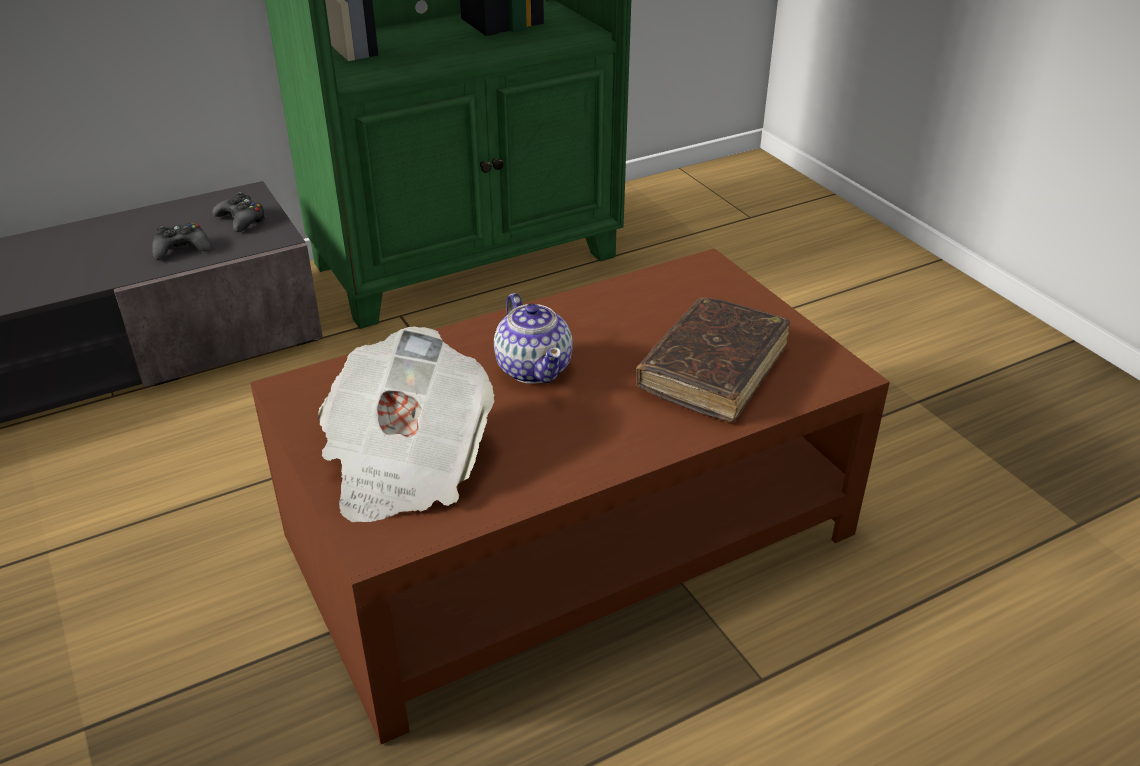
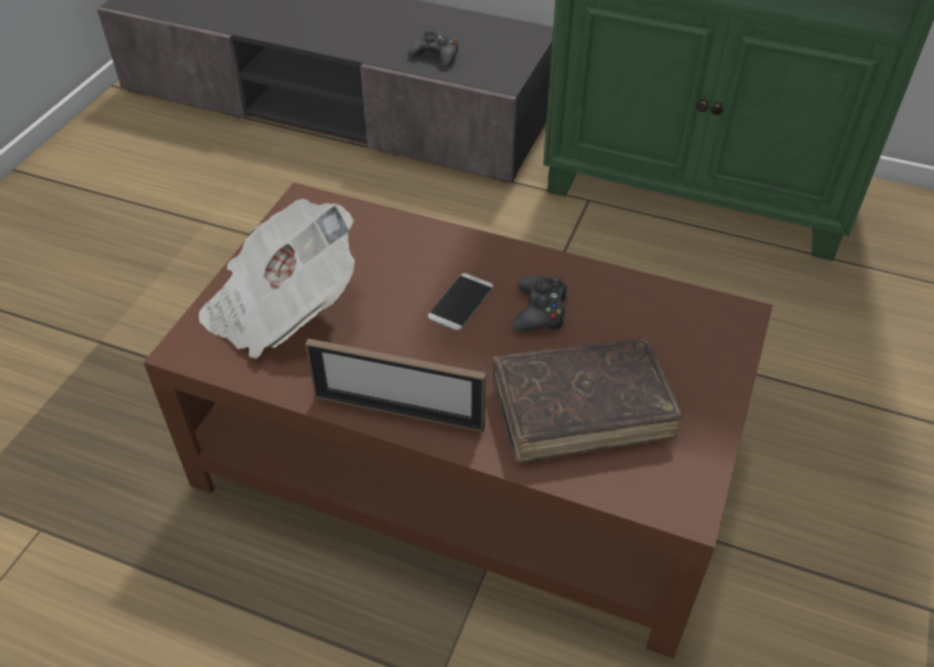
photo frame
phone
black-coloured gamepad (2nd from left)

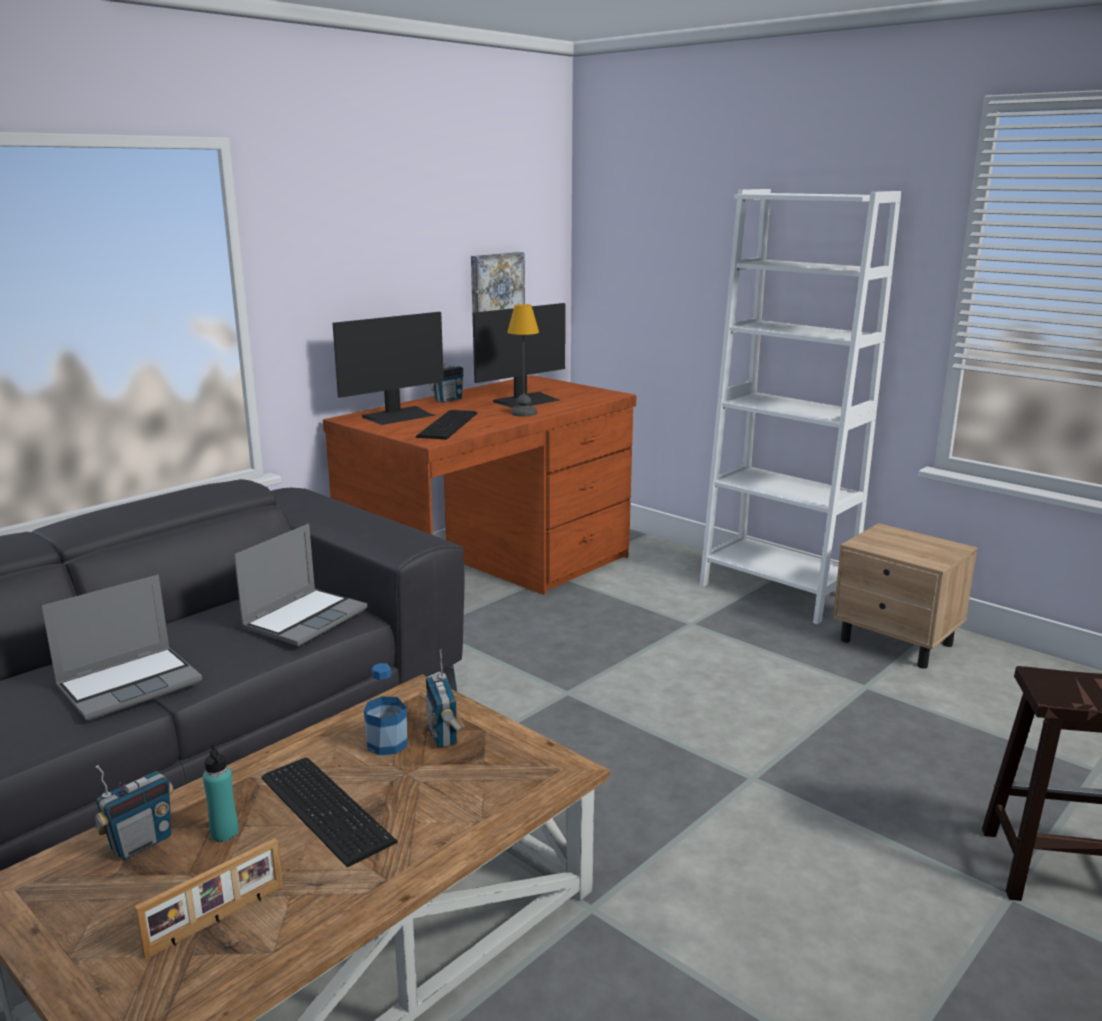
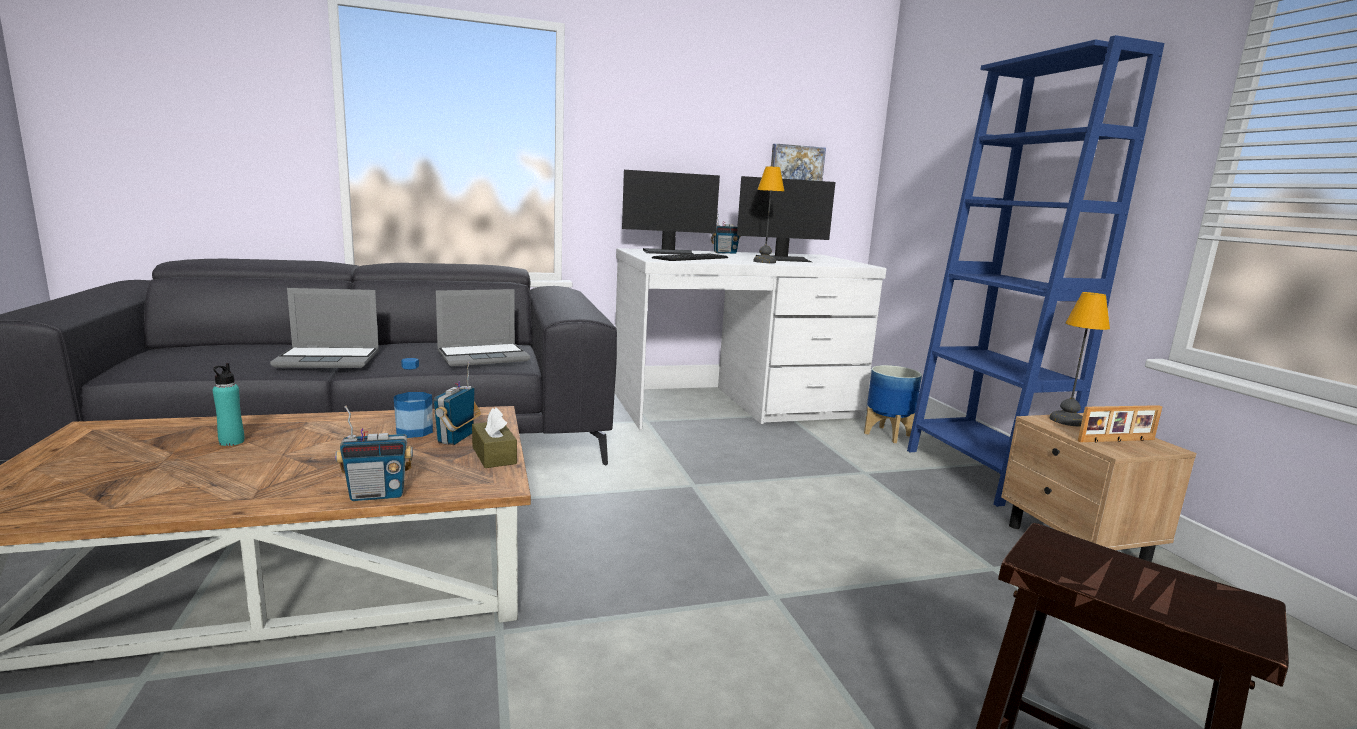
radio receiver (1st from left)
brown-coloured box of tissues
white-coloured desk unit
plant pot
bluish bookcase
lamp for a table (2nd from left)
photo frame
PC keyboard (1st from left in the first image)

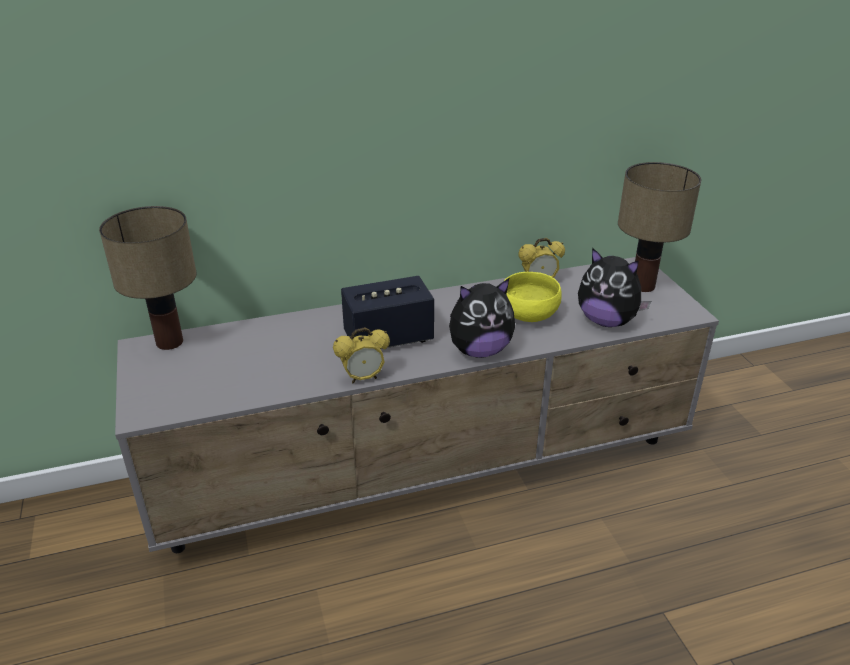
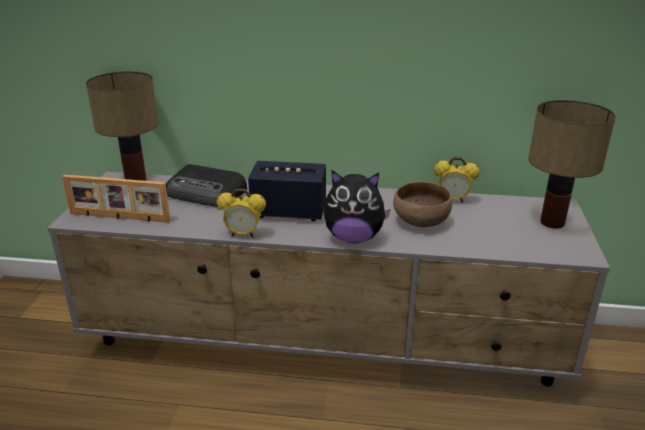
photo frame
radio receiver
brown-coloured serving bowl
cuddly toy (2nd from left in the first image)

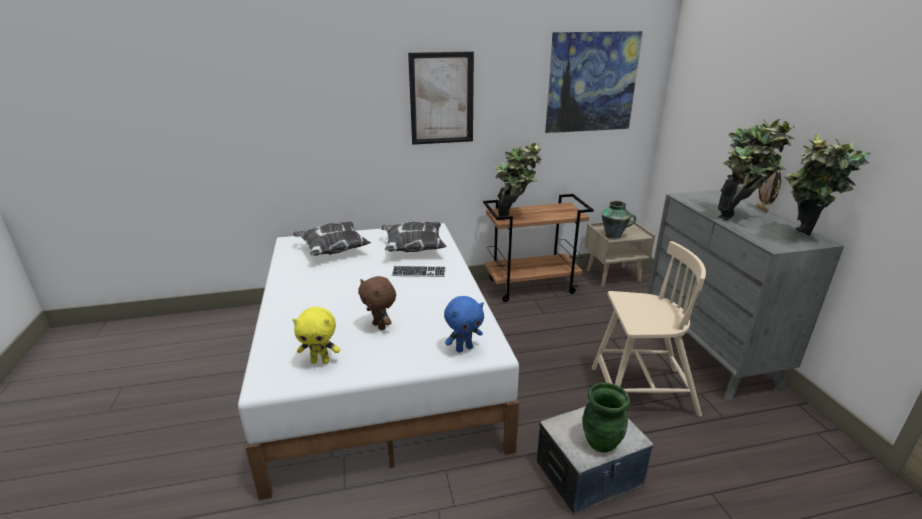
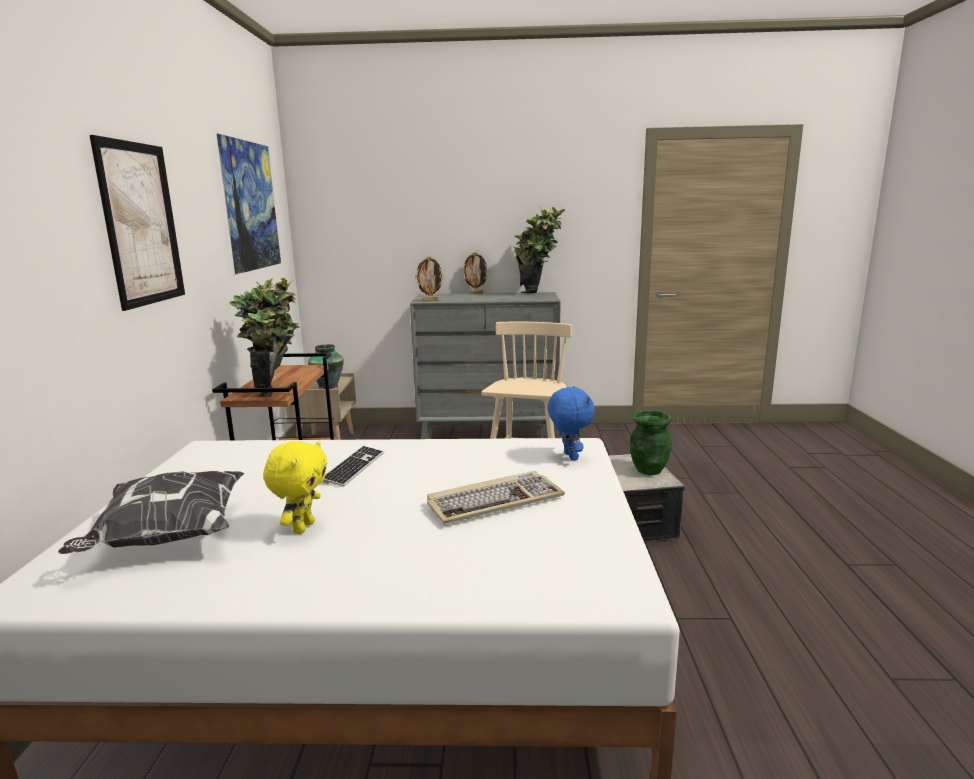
yellow cuddly toy
photo frame (1st from left)
PC keyboard (2nd from left)
throw pillow (2nd from left in the first image)
plant in a pot (2nd from left in the first image)

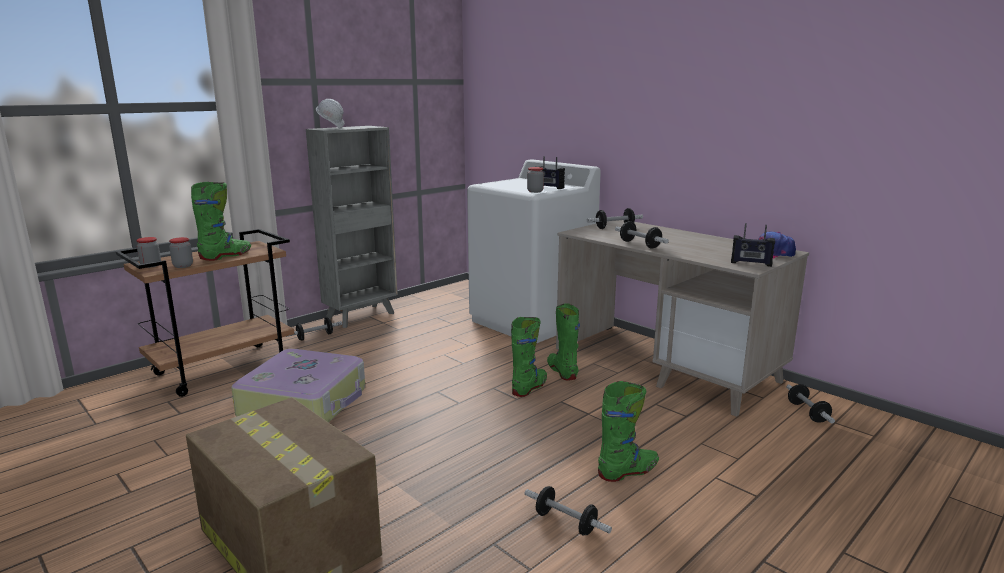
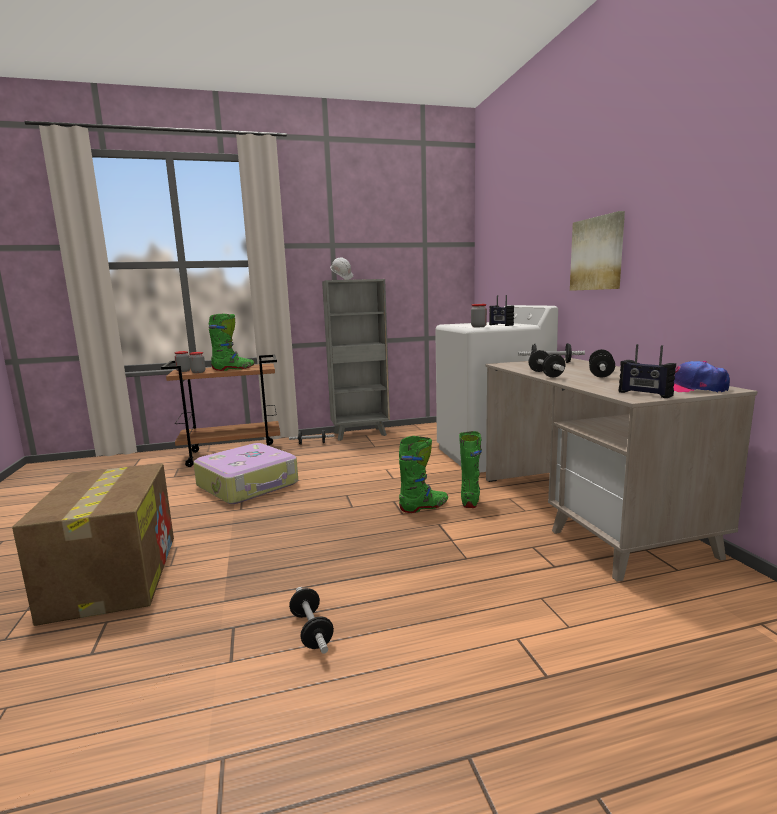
wall art
free weight (5th from left)
greenish high-top boot (4th from left in the first image)

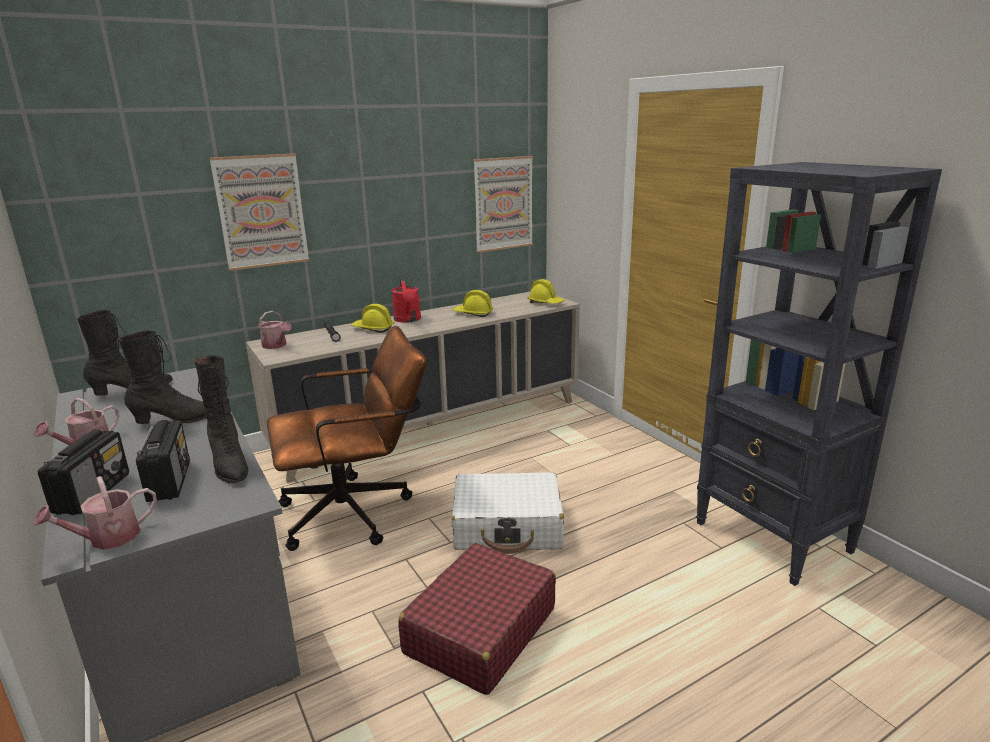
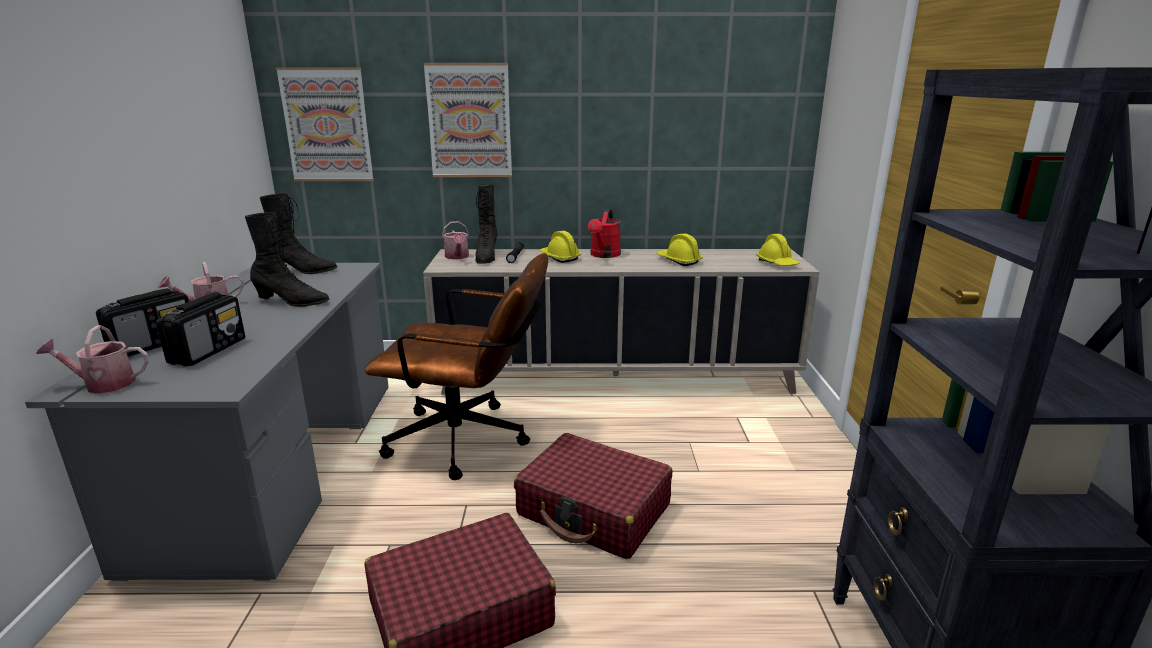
wall art (1st from left)
black-coloured high-top boot (3rd from left)
red-coloured suitcase (2nd from left)

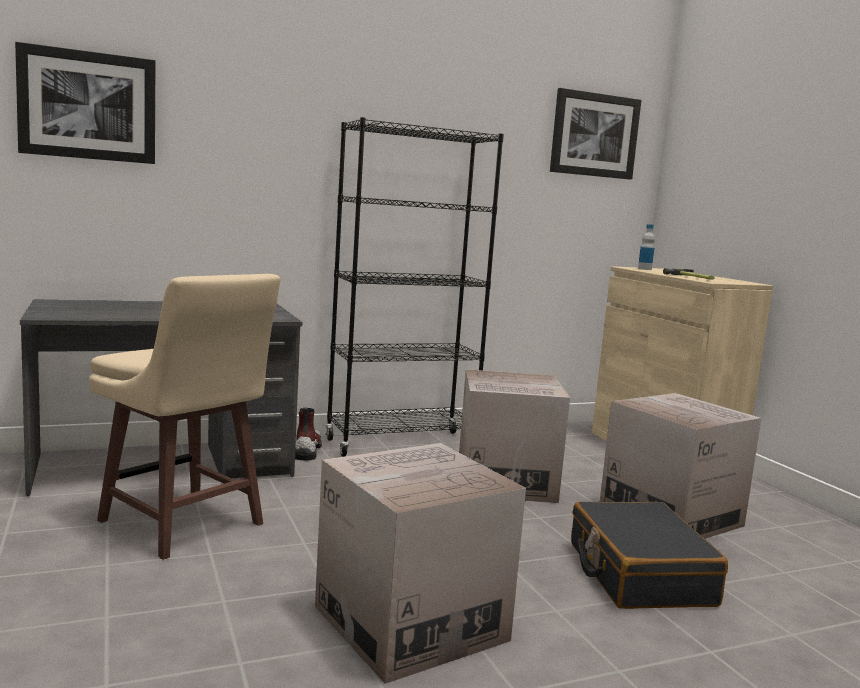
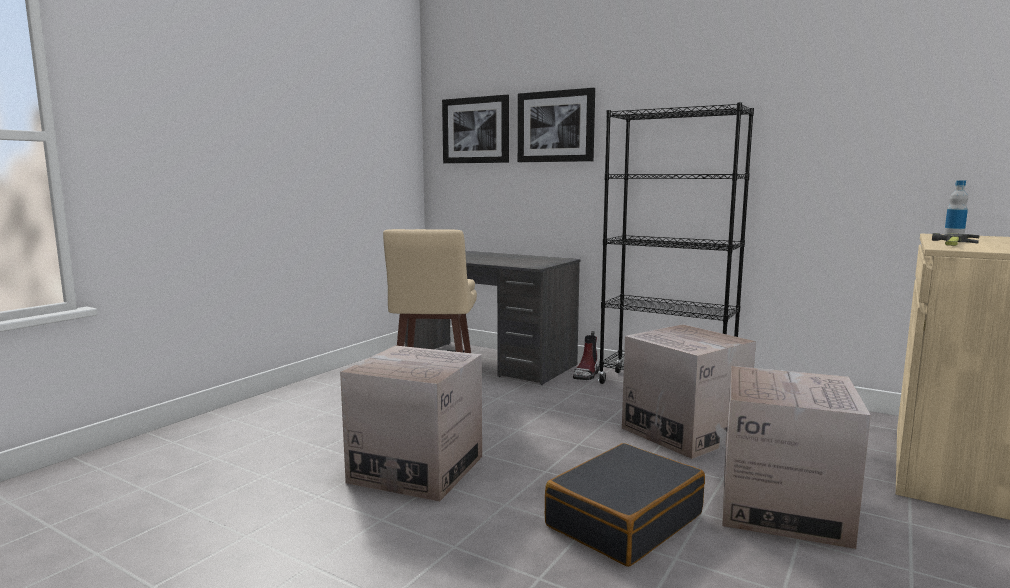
wall art (2nd from left)
high-top boot

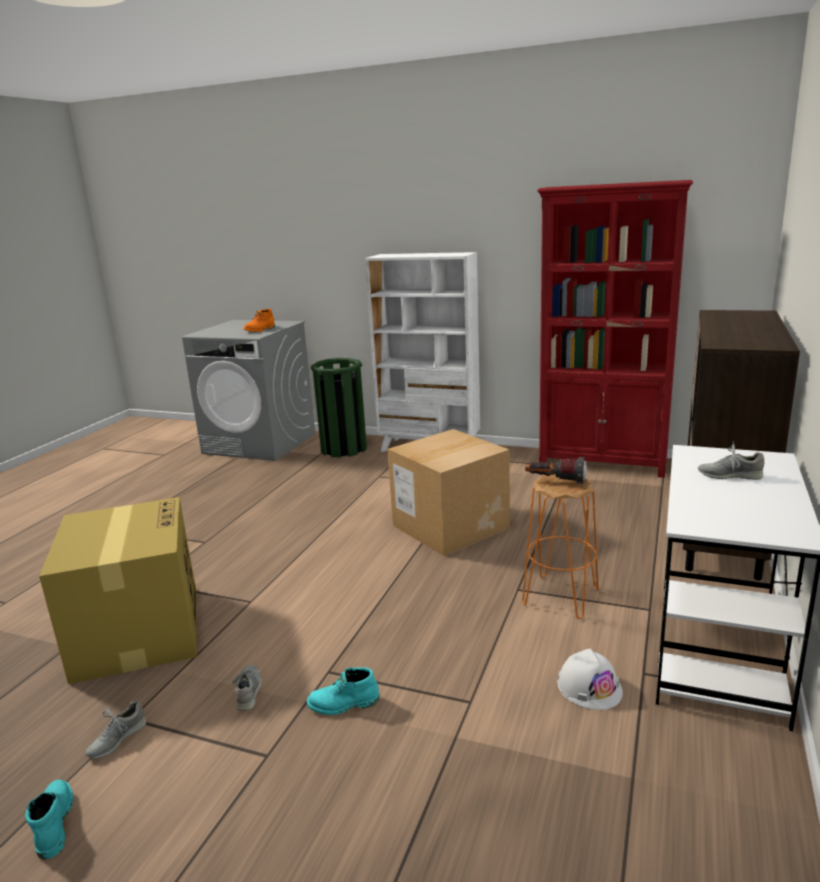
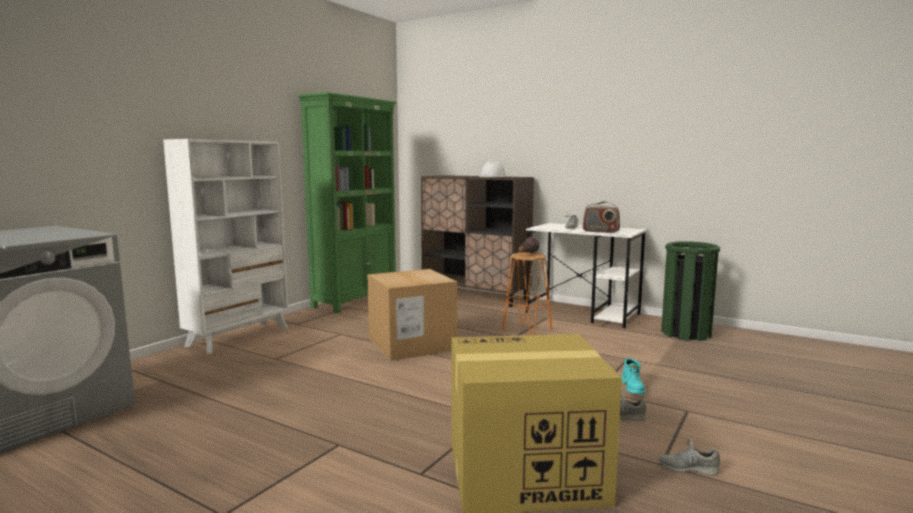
greenish bookcase
white-coloured safety helmet
radio receiver
gray item of footwear (3rd from left)
greenish trash can
blue-green high-top boot (1st from left in the first image)
orange-coloured high-top boot

